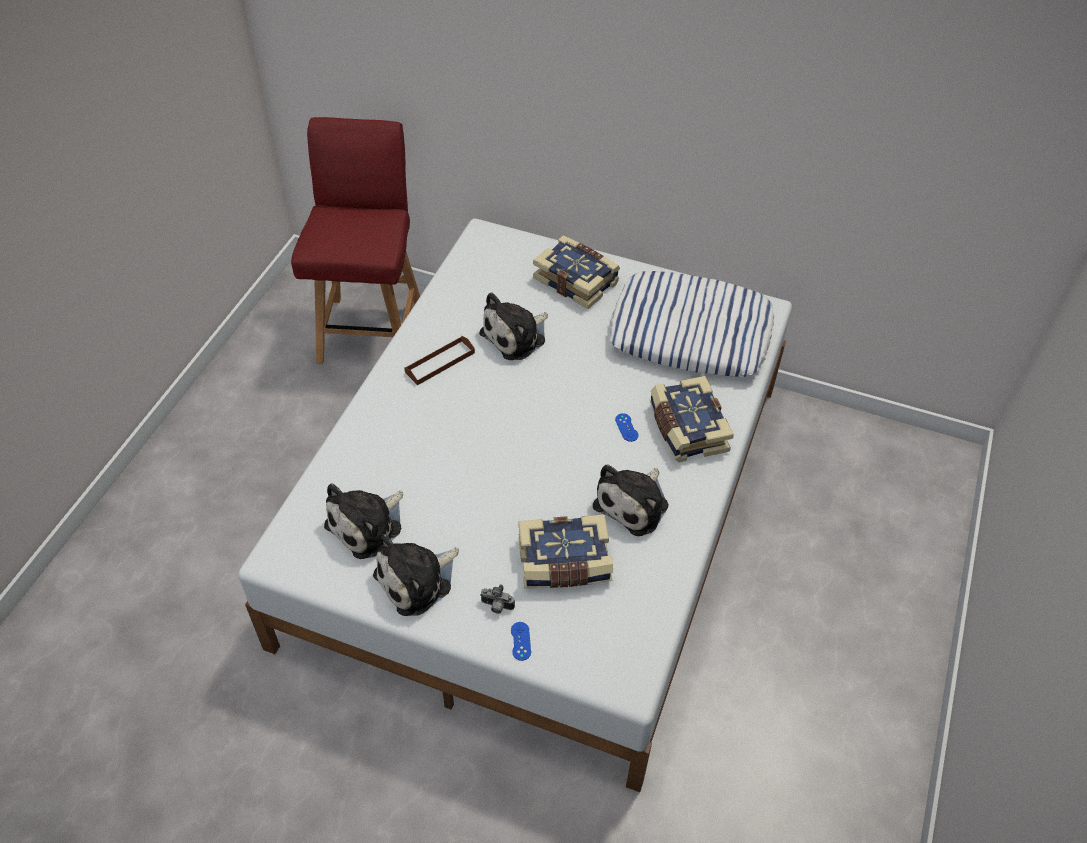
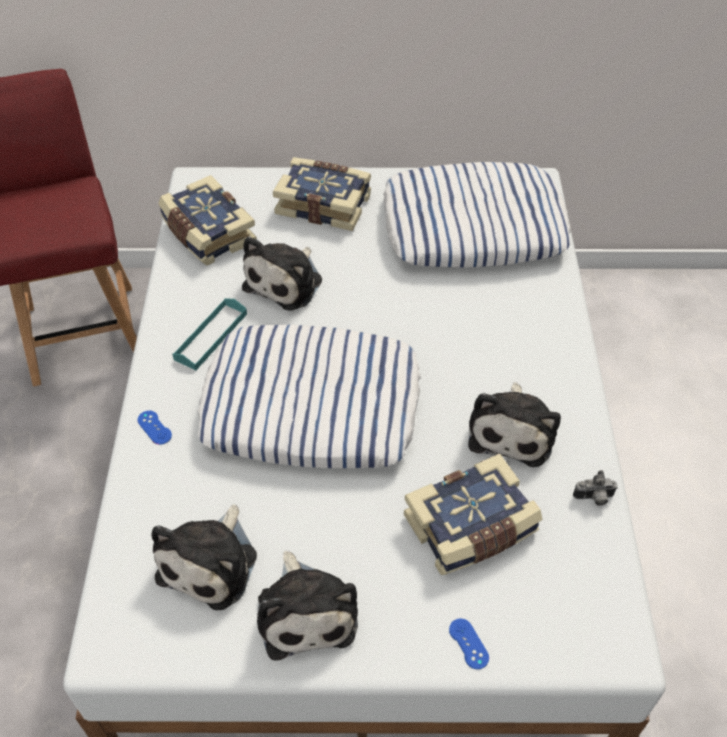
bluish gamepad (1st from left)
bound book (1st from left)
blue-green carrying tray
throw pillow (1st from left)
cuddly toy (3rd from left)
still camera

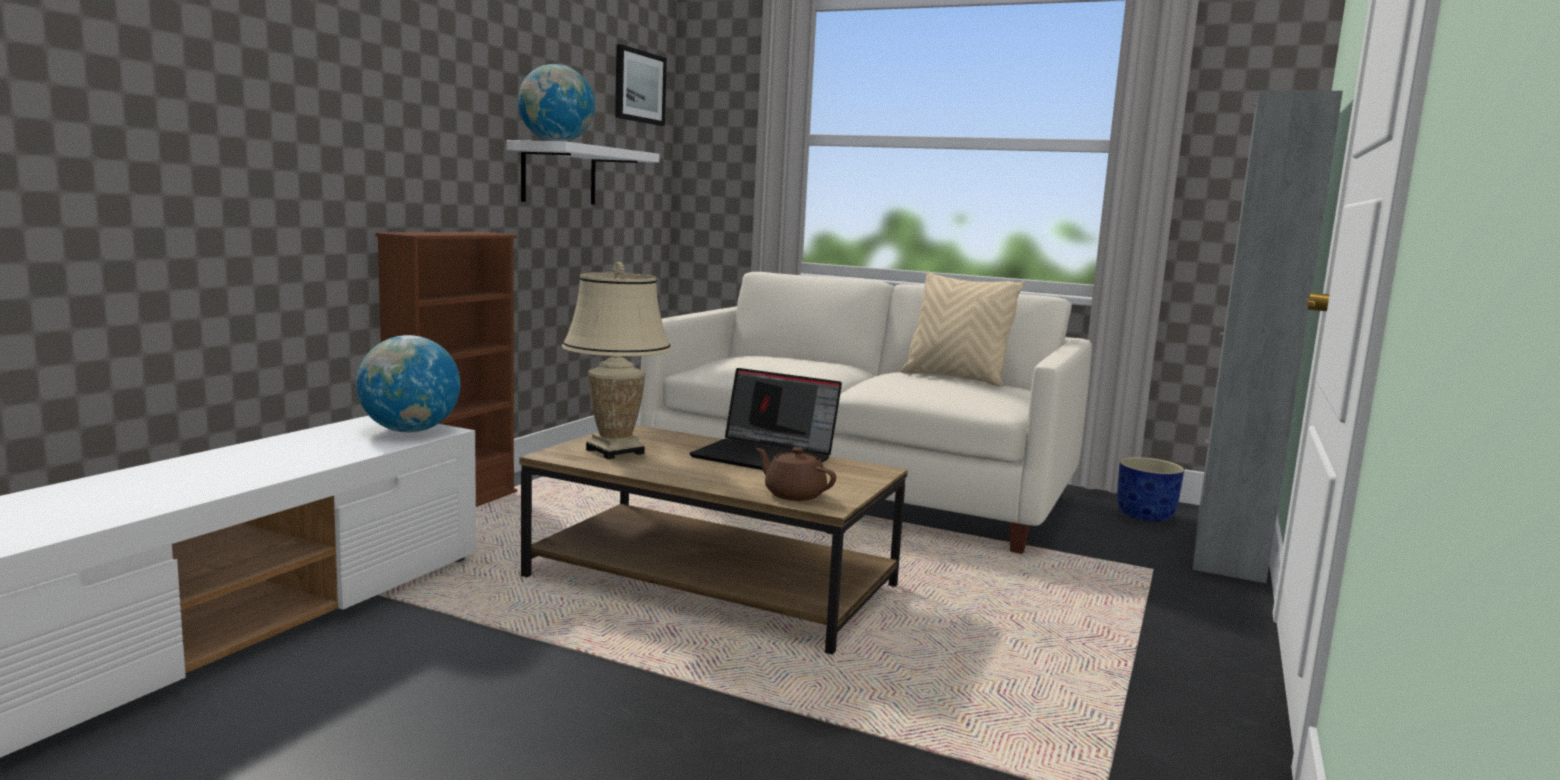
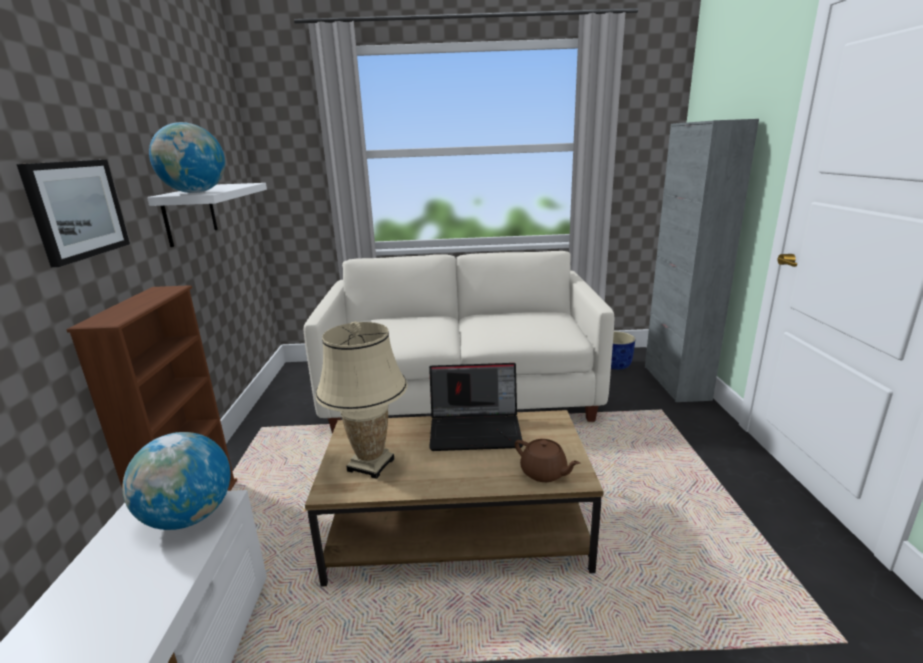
wall art
brown-coloured pot for tea
sand-coloured throw pillow

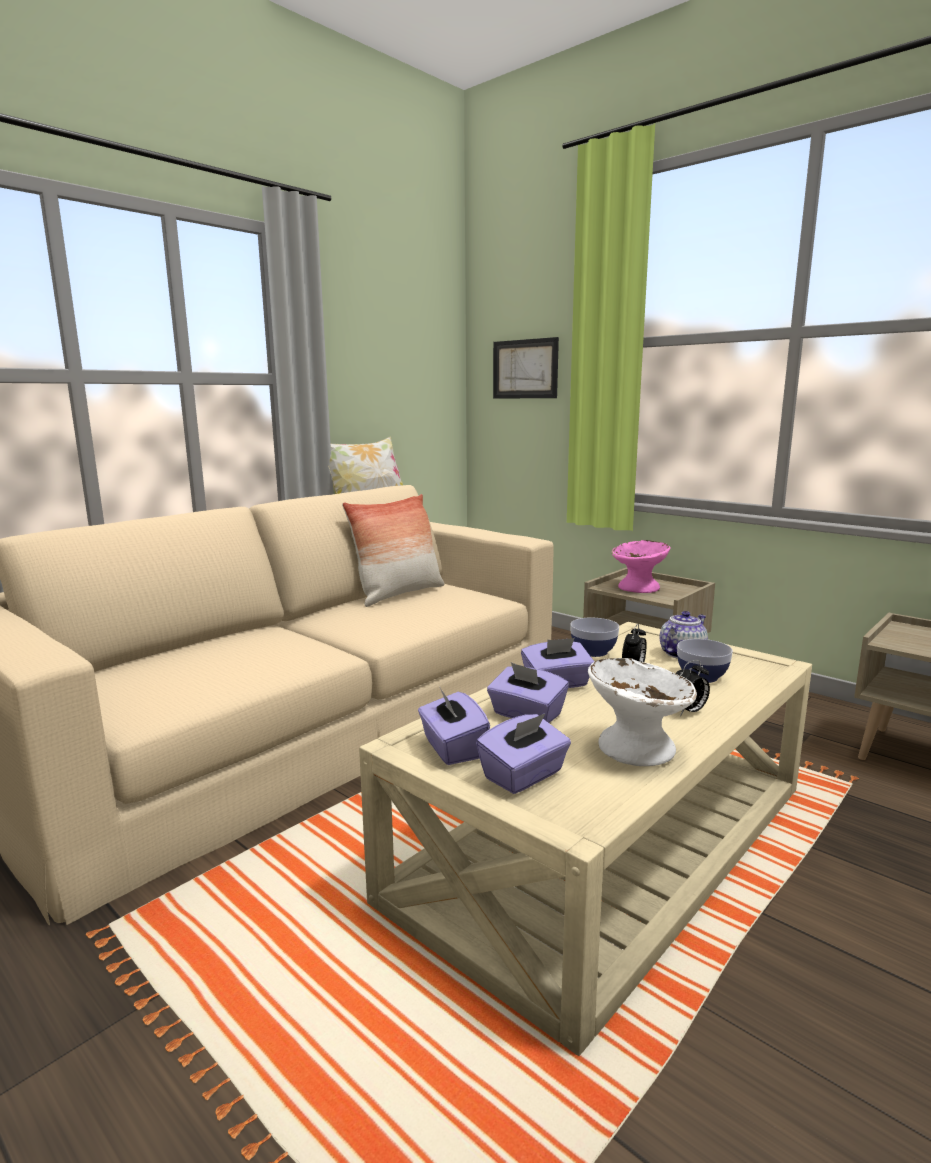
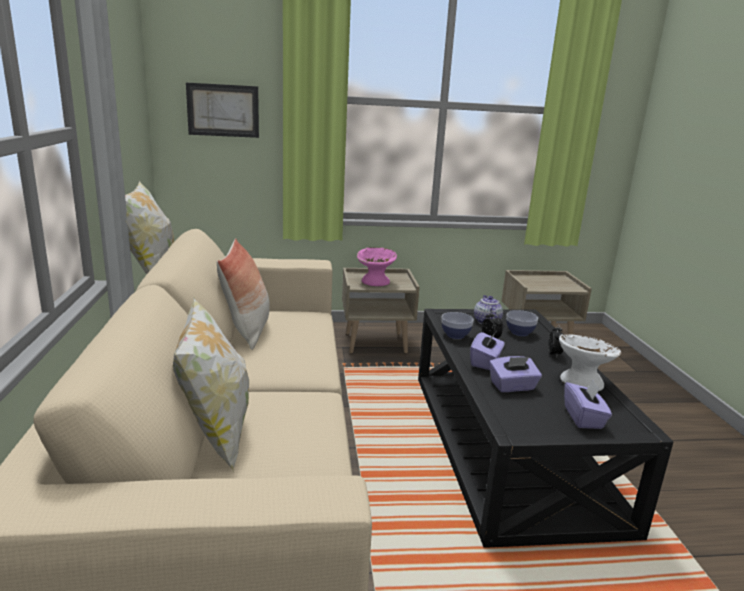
throw pillow (2nd from left)
black-coloured lounge table
purple box of tissues (1st from left in the first image)

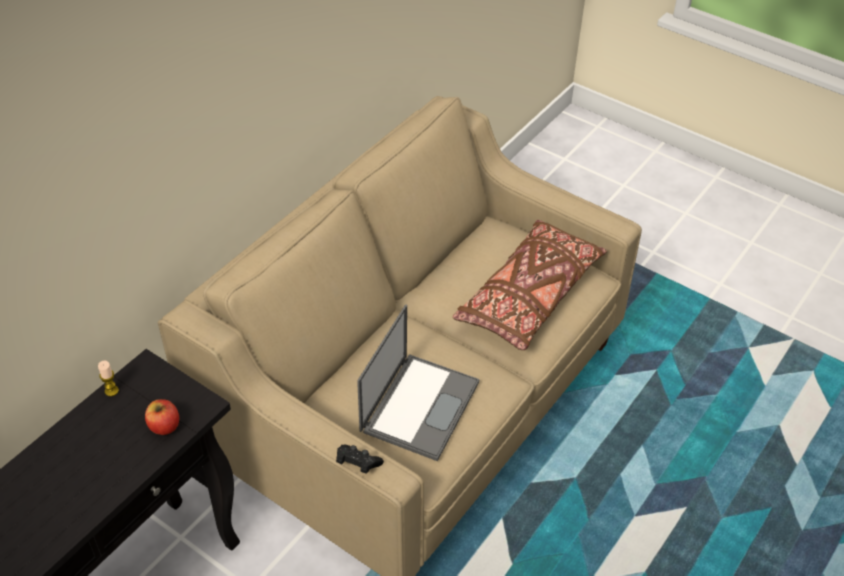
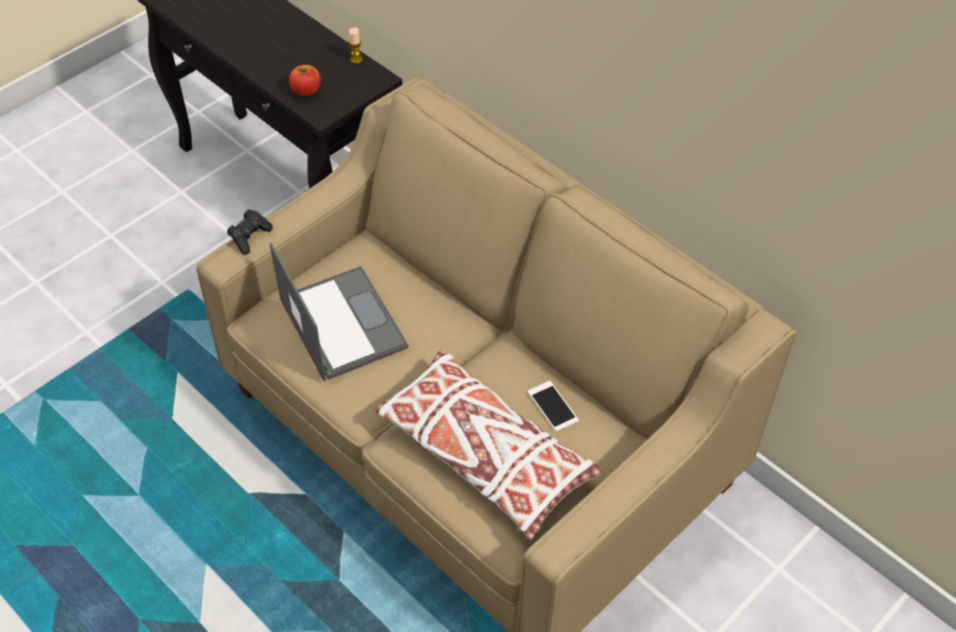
portable computer
white-coloured throw pillow
phone

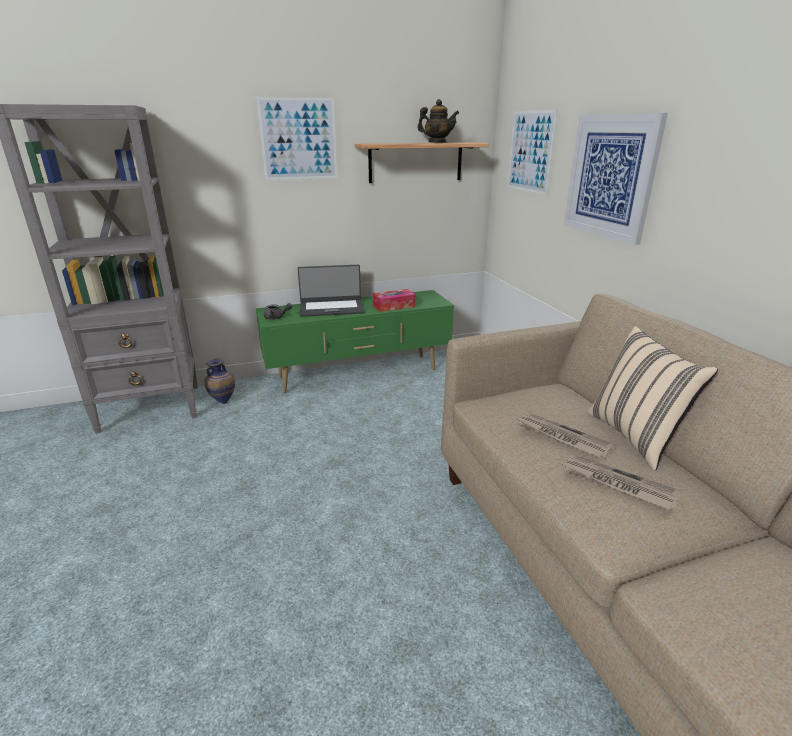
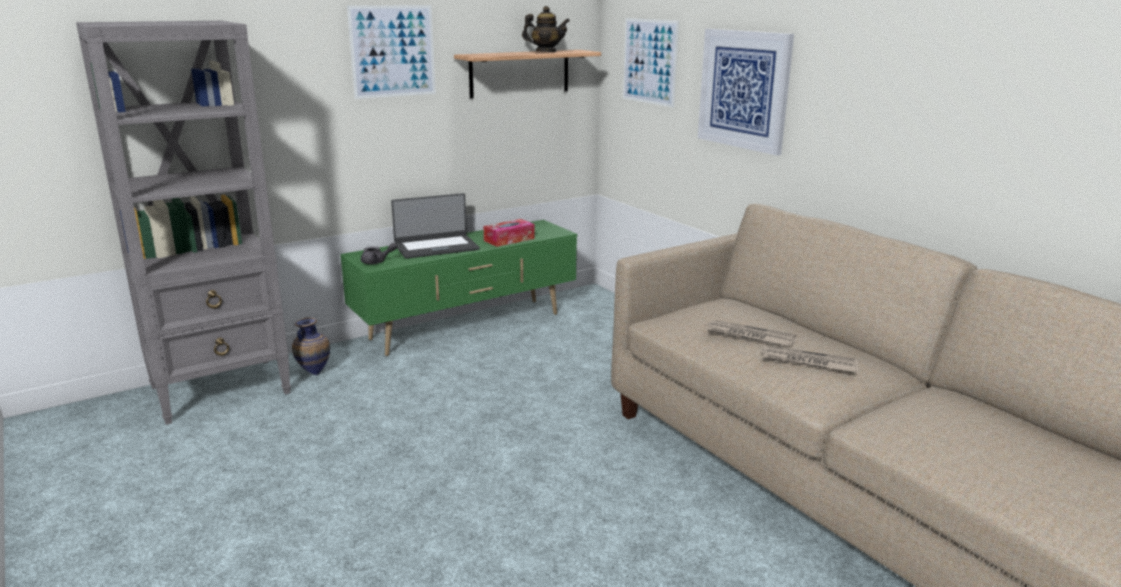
sand-coloured throw pillow

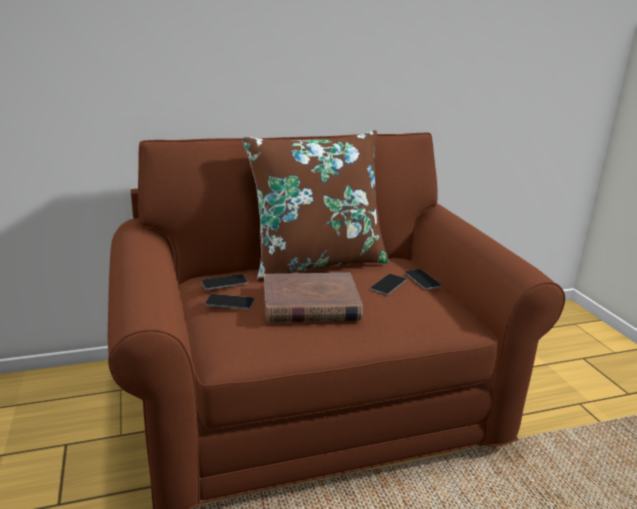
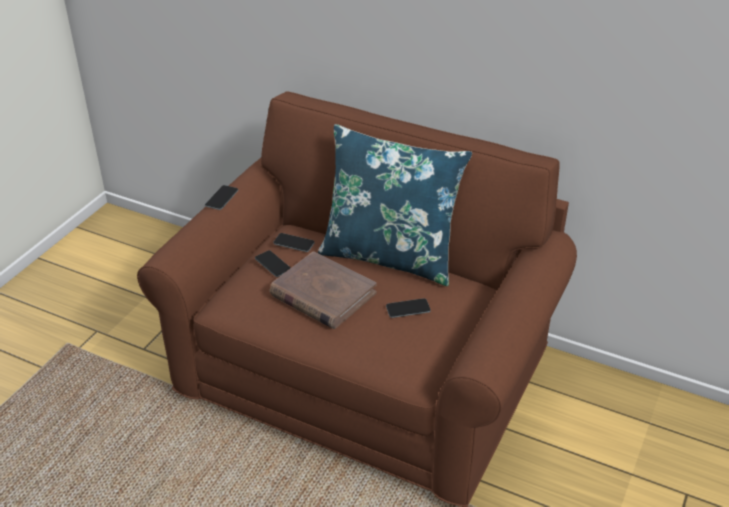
phone (1st from left)
bluish throw pillow

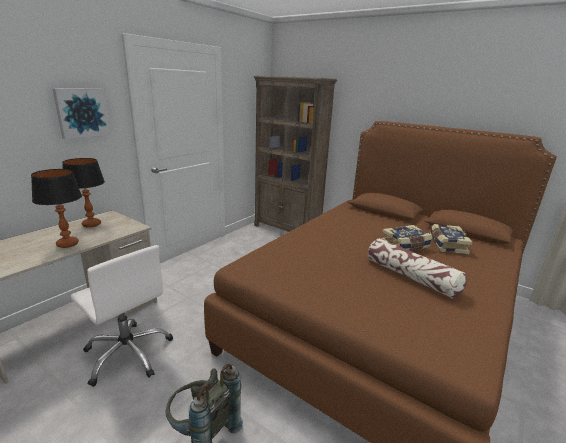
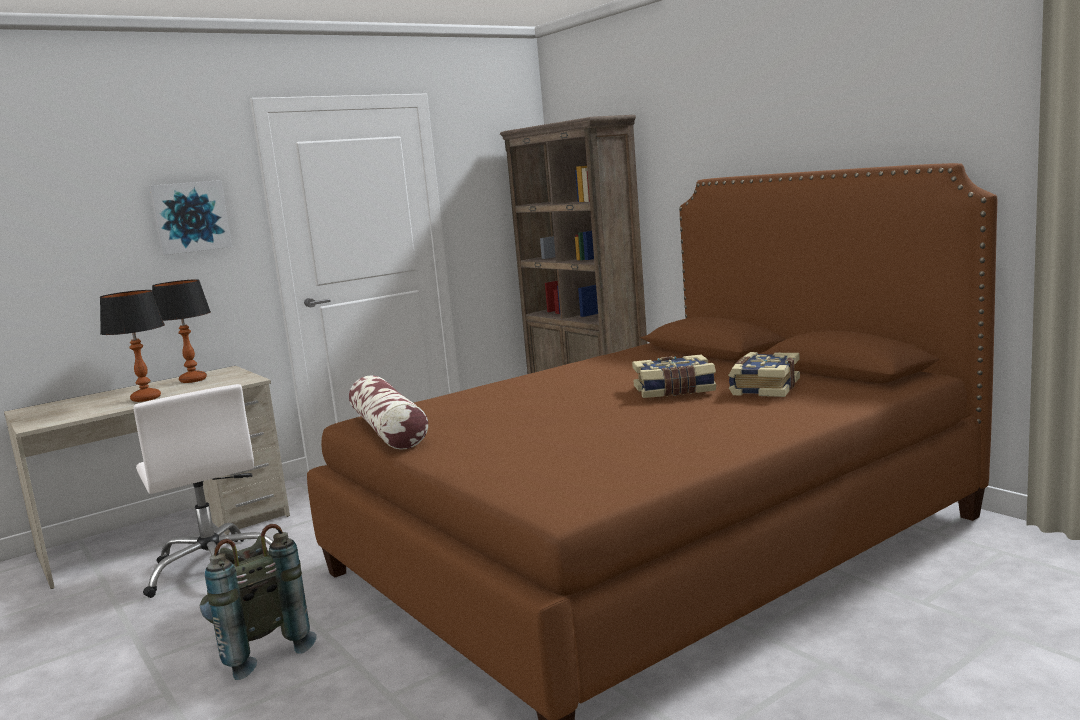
throw pillow

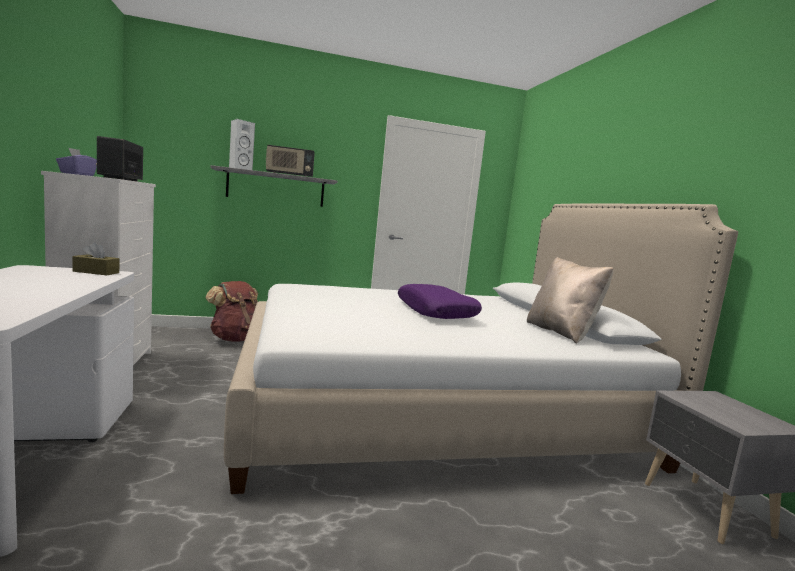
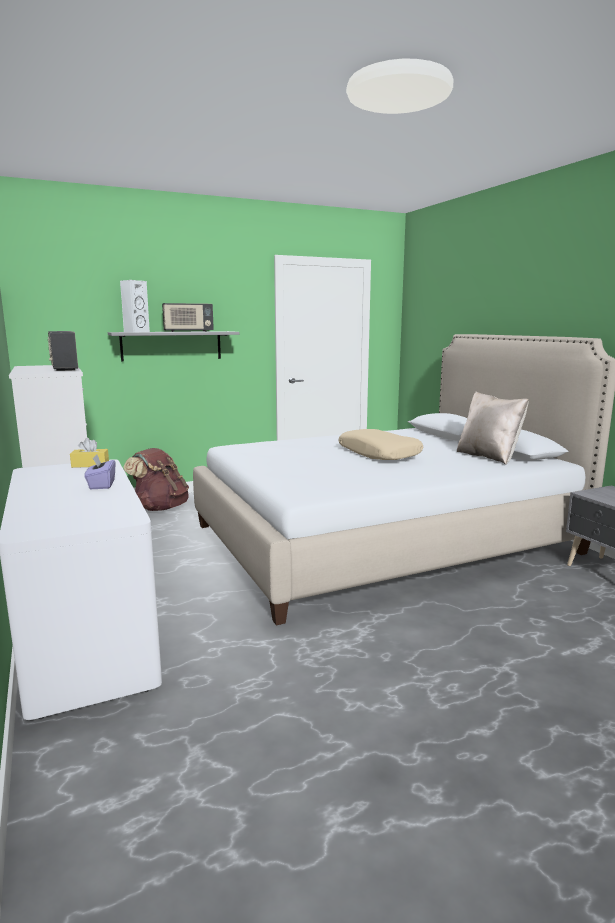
yellow box of tissues
purple box of tissues
sand-coloured throw pillow (1st from left)

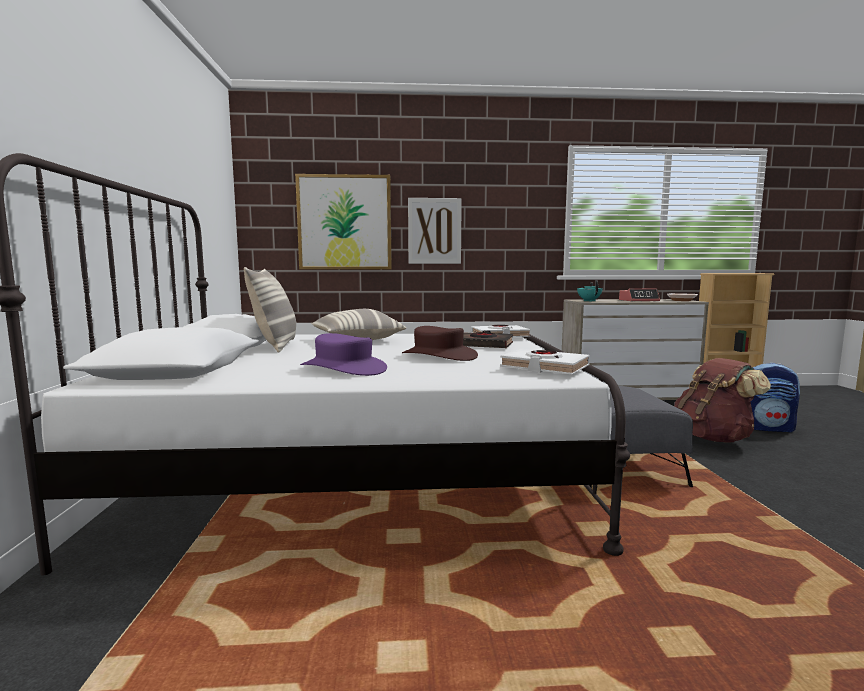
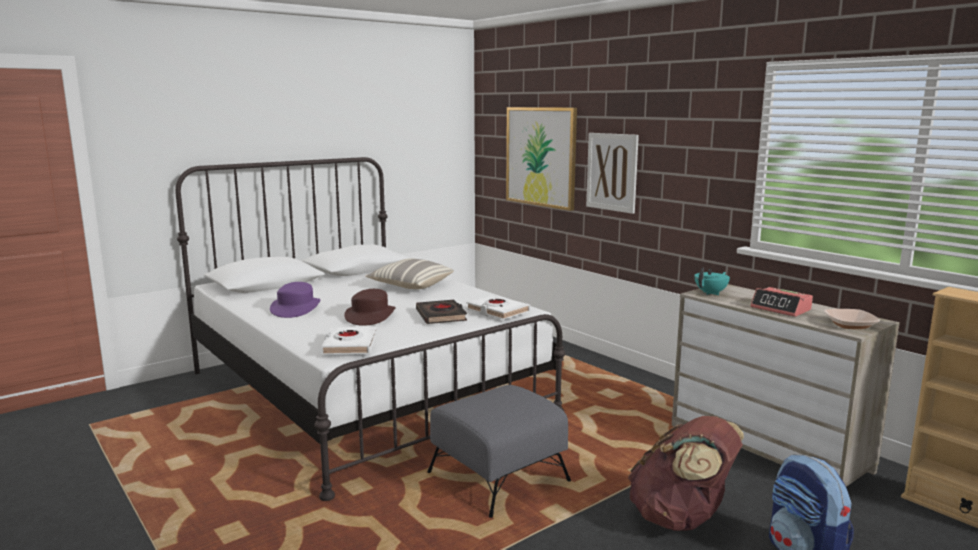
throw pillow (1st from left in the first image)

